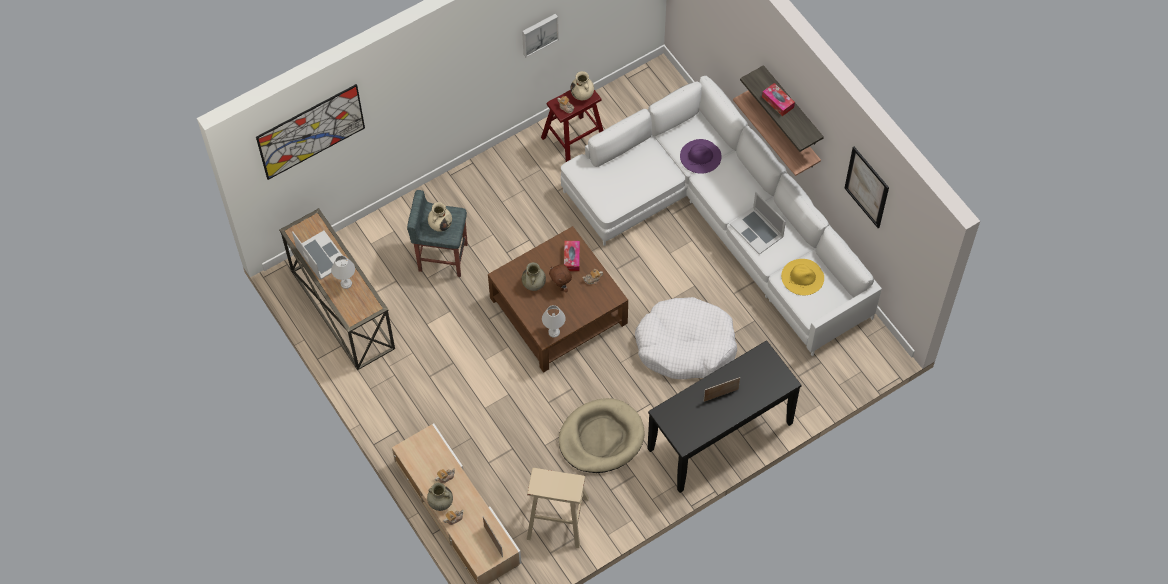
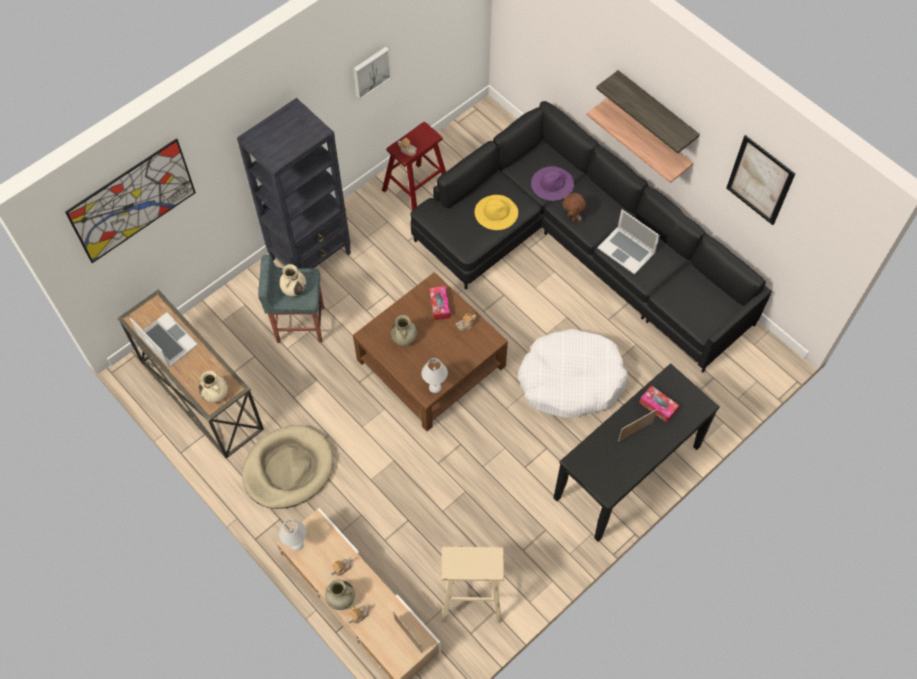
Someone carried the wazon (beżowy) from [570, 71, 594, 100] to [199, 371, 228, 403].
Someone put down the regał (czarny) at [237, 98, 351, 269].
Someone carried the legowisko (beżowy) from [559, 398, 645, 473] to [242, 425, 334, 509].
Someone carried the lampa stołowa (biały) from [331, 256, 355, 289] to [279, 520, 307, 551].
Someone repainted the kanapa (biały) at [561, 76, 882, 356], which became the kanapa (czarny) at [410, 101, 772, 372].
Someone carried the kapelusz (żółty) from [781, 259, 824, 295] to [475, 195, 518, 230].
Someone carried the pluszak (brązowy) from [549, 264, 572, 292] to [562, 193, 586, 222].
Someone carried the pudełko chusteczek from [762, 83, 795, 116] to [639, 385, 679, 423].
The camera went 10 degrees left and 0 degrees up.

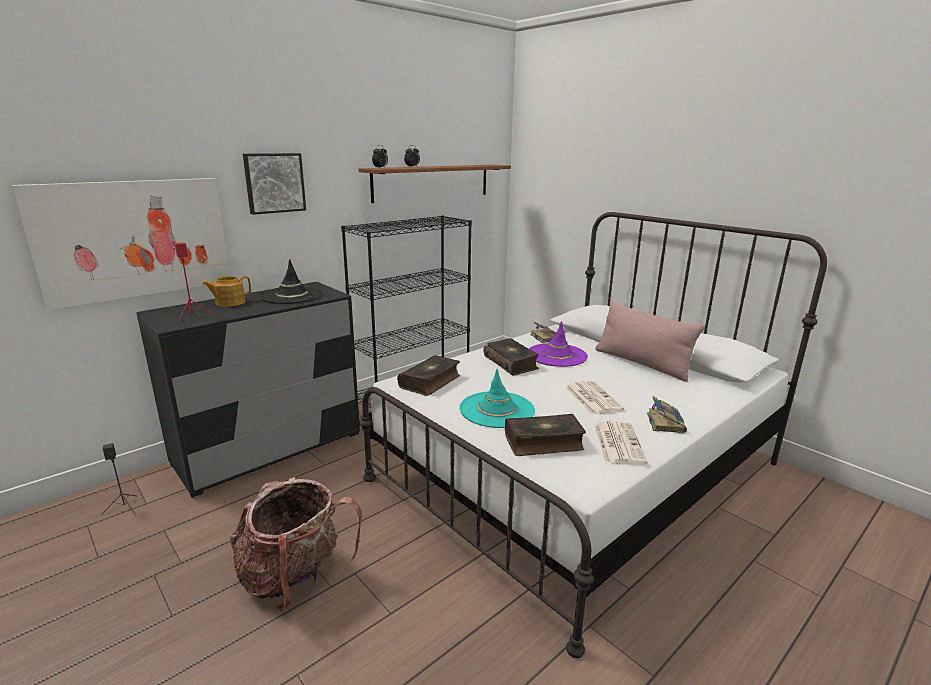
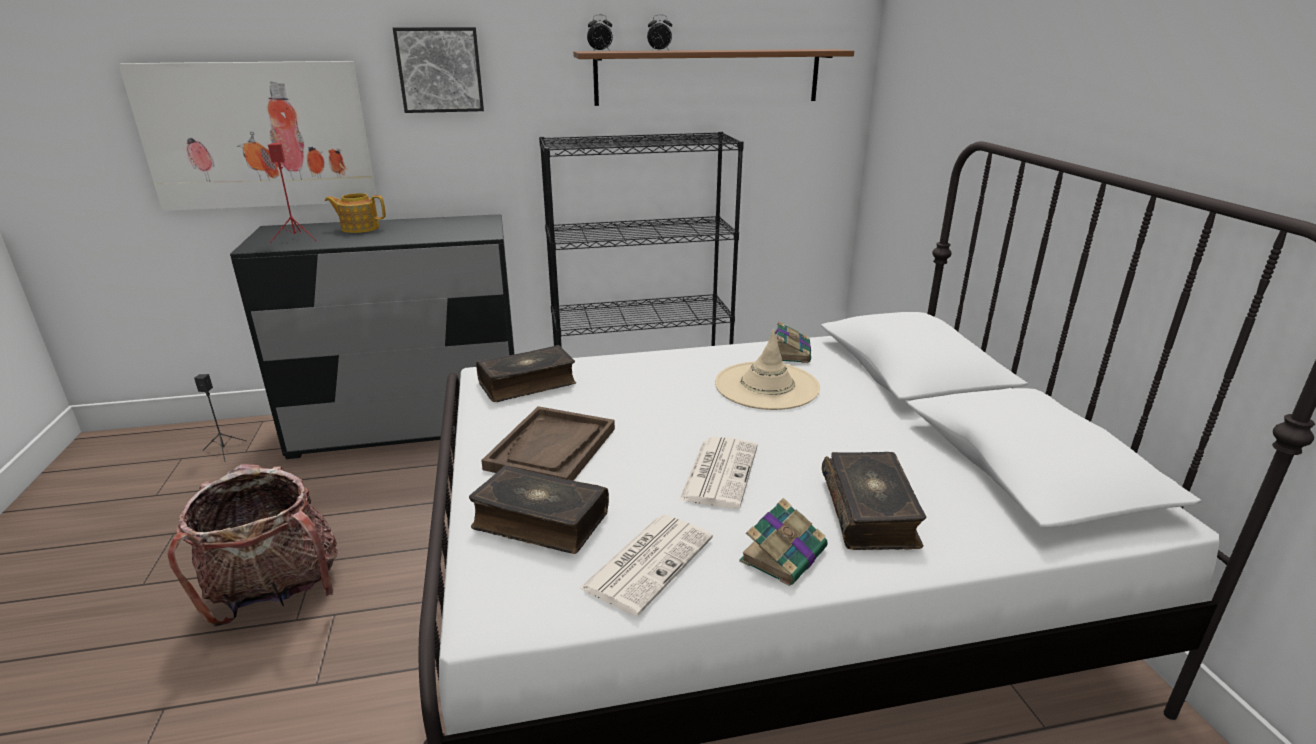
Someone swapped the kapelusz (turkusowy) at [459, 369, 535, 428] for the taca (brązowy) at [481, 406, 615, 481].
Someone repainted the kapelusz (fioletowy) at [529, 321, 588, 367], which became the kapelusz (beżowy) at [715, 329, 820, 410].
Someone carried the książka from [484, 338, 539, 375] to [822, 452, 926, 550].
Someone took away the kapelusz (czarny) at [259, 259, 323, 304].
Someone took away the poduszka (różowy) at [595, 300, 705, 382].
The camera went 30 degrees right and 5 degrees up.

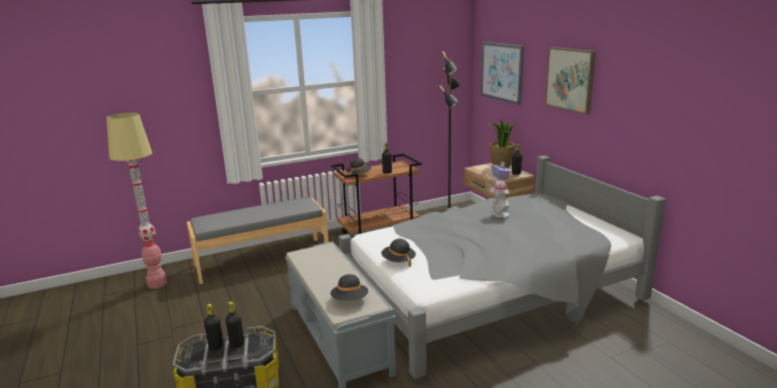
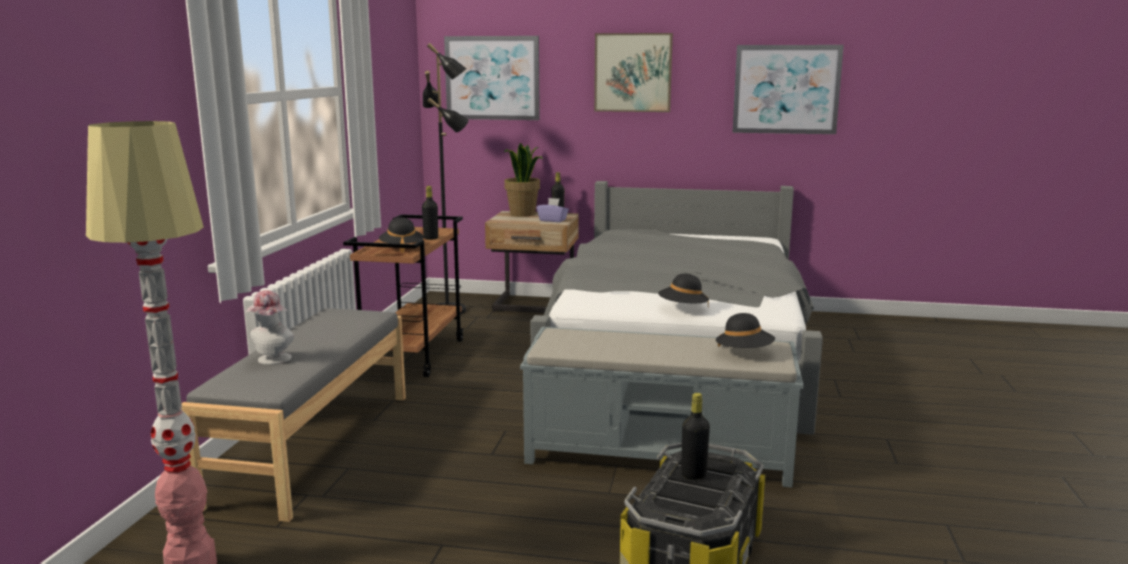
Someone carried the kapelusz from [489, 181, 510, 218] to [246, 290, 294, 365].
Someone put up the obraz at [732, 45, 844, 134].
Someone took away the butelka (czarny) at [204, 304, 224, 350].
The camera went 55 degrees left and 5 degrees down.

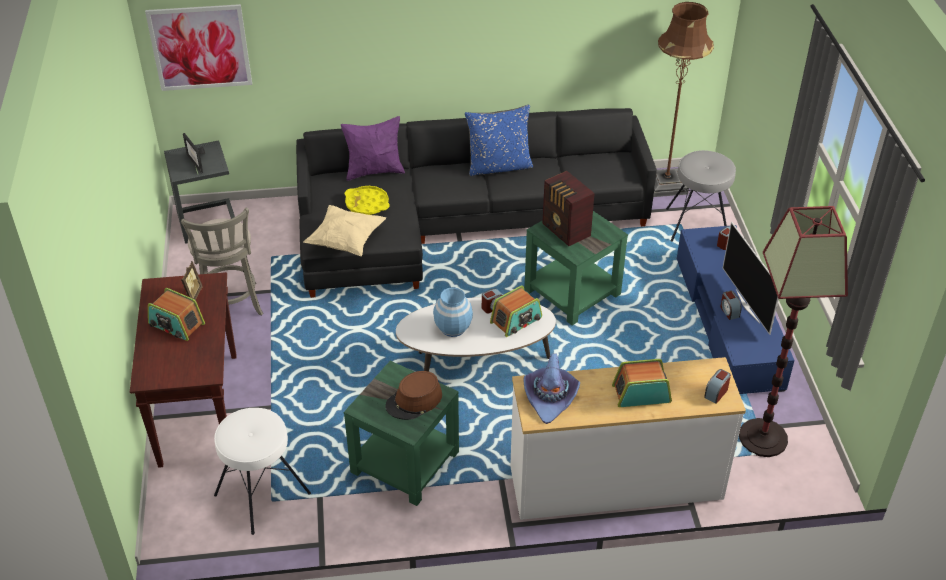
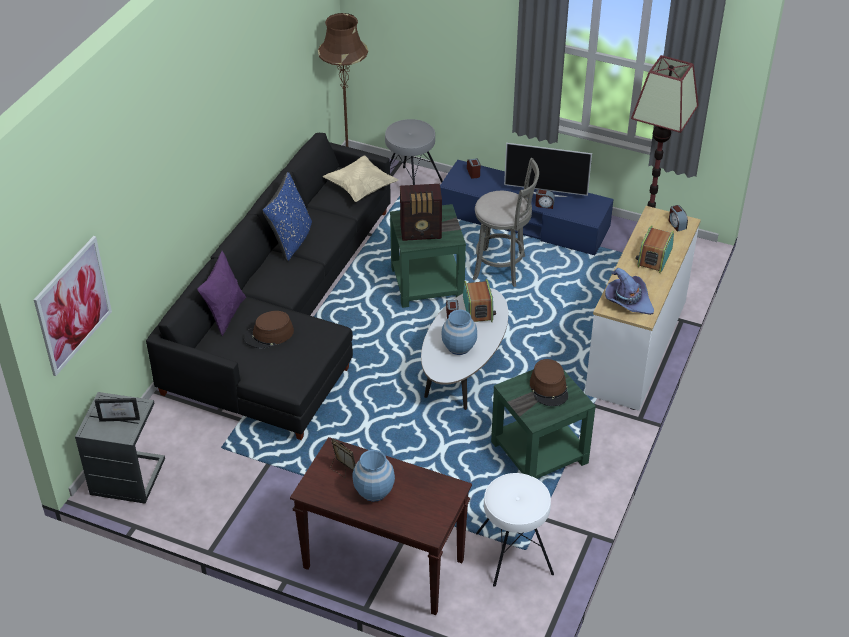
Someone swapped the taca (żółty) at [345, 186, 390, 215] for the kapelusz (brązowy) at [243, 311, 294, 348].
Someone carried the poduszka (beżowy) from [303, 205, 386, 257] to [323, 156, 398, 202].
Someone swapped the radio at [148, 288, 205, 341] for the wazon (niebieski) at [352, 450, 395, 502].
Someone carried the stołek (szary) from [181, 208, 263, 316] to [473, 158, 539, 287].
The camera went 60 degrees left and 0 degrees up.

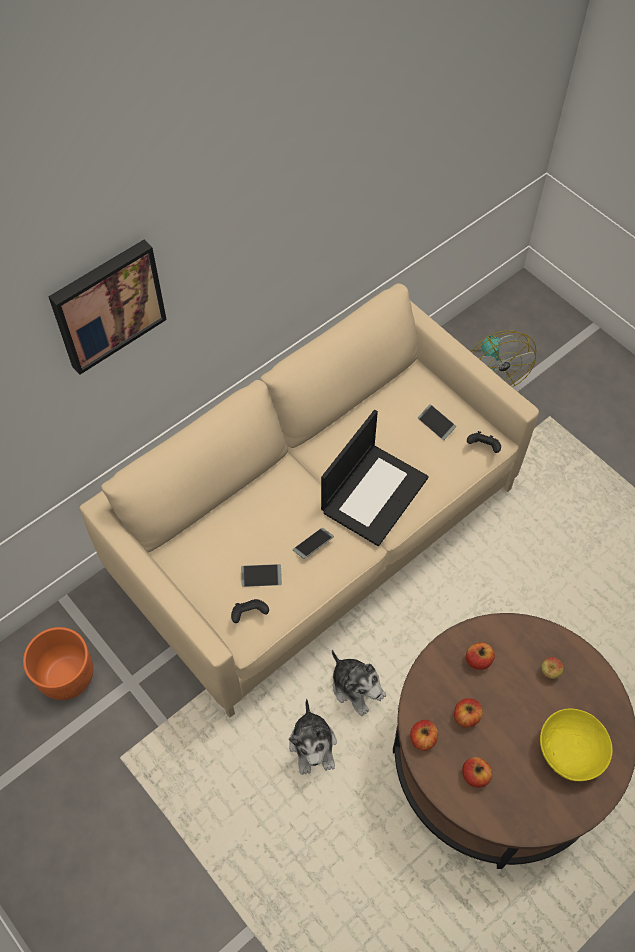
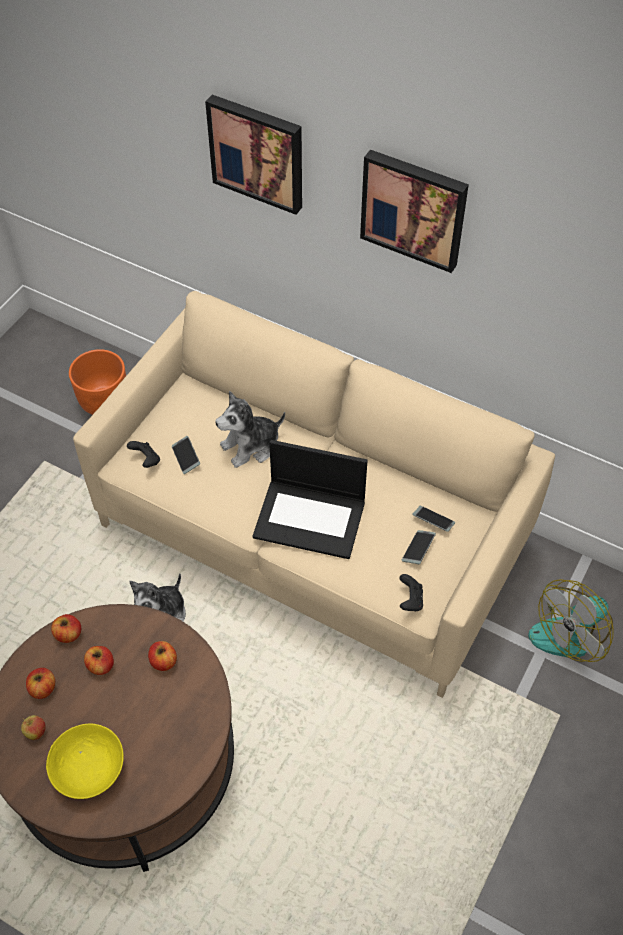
Someone carried the jabłko from [541, 657, 564, 679] to [21, 715, 45, 740].
Someone carried the pluszak from [289, 699, 337, 775] to [215, 391, 285, 468].
Someone put up the obraz at [360, 150, 469, 273].
Someone carried the telefon from [293, 528, 334, 559] to [412, 506, 455, 532].
The camera went 70 degrees right and 5 degrees down.

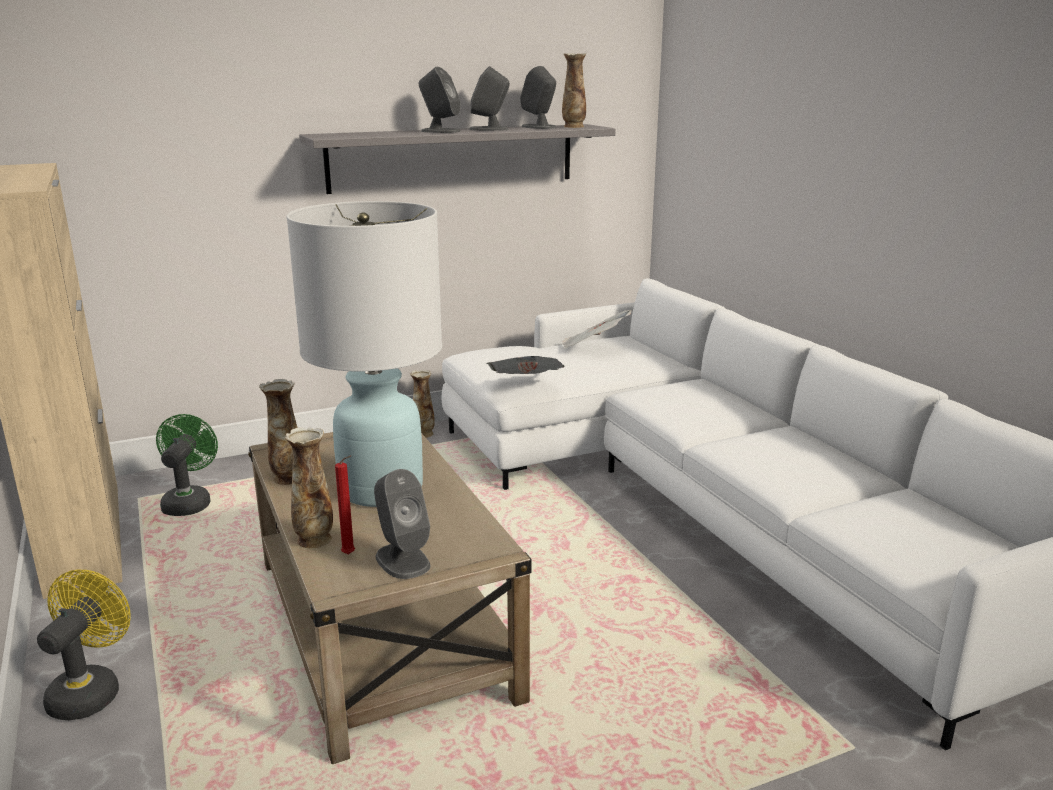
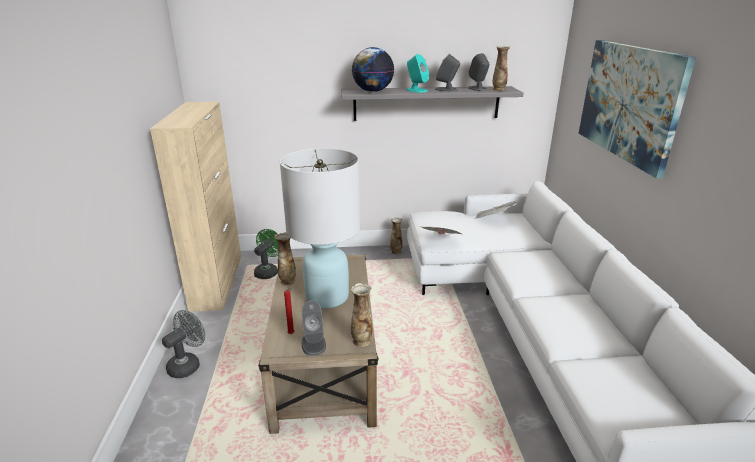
Someone repainted the wentylator (żółty) at [37, 570, 131, 720], which became the wentylator (szary) at [162, 310, 205, 378].
Someone carried the wazon from [285, 427, 333, 548] to [351, 283, 372, 347].
Someone put down the globus at [352, 47, 394, 92].
Someone repainted the głośnik (szary) at [419, 67, 461, 133], which became the głośnik (turkusowy) at [406, 54, 429, 93].
Someone put up the obraz at [579, 40, 696, 178].
The camera went 20 degrees right and 5 degrees up.

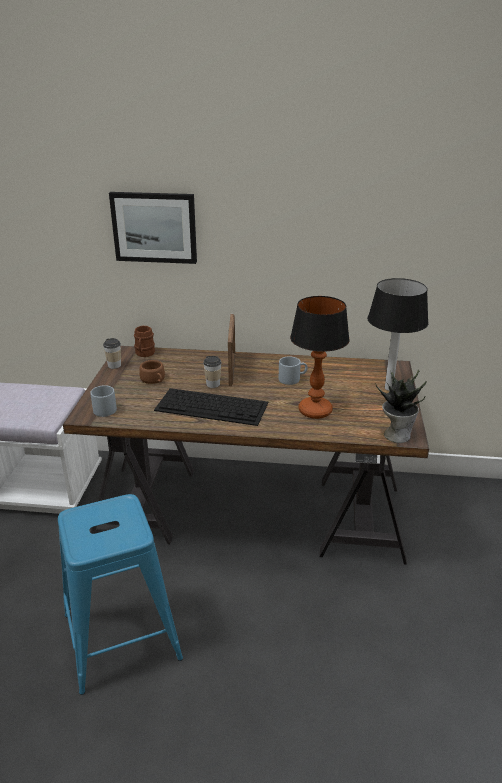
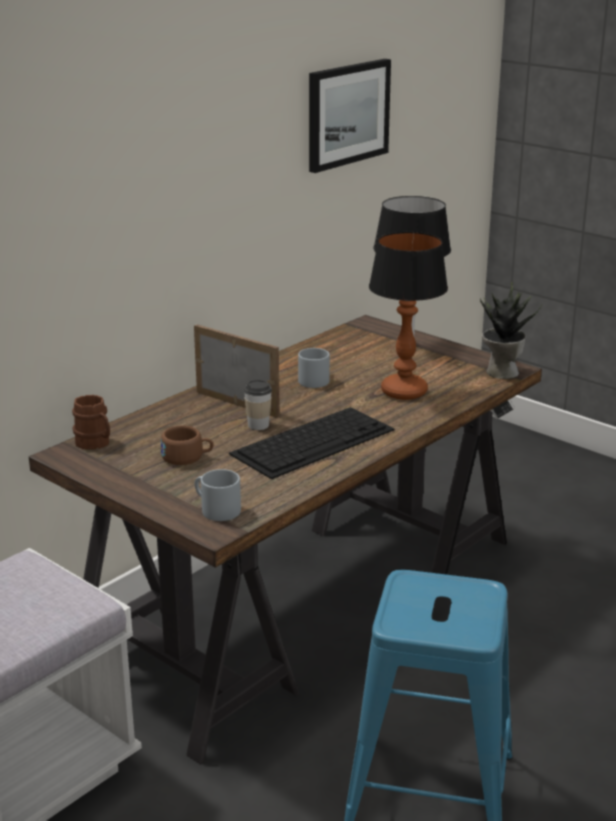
Someone carried the obraz from [109, 192, 197, 264] to [309, 59, 391, 173].
Someone took away the filiżanka at [103, 338, 121, 369].
The camera went 55 degrees left and 5 degrees down.

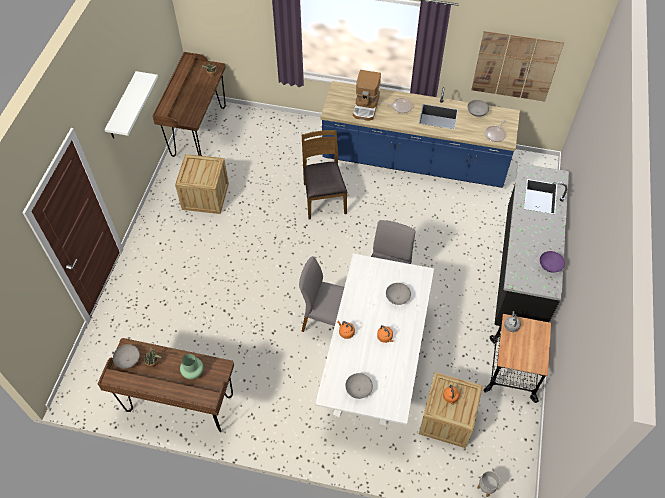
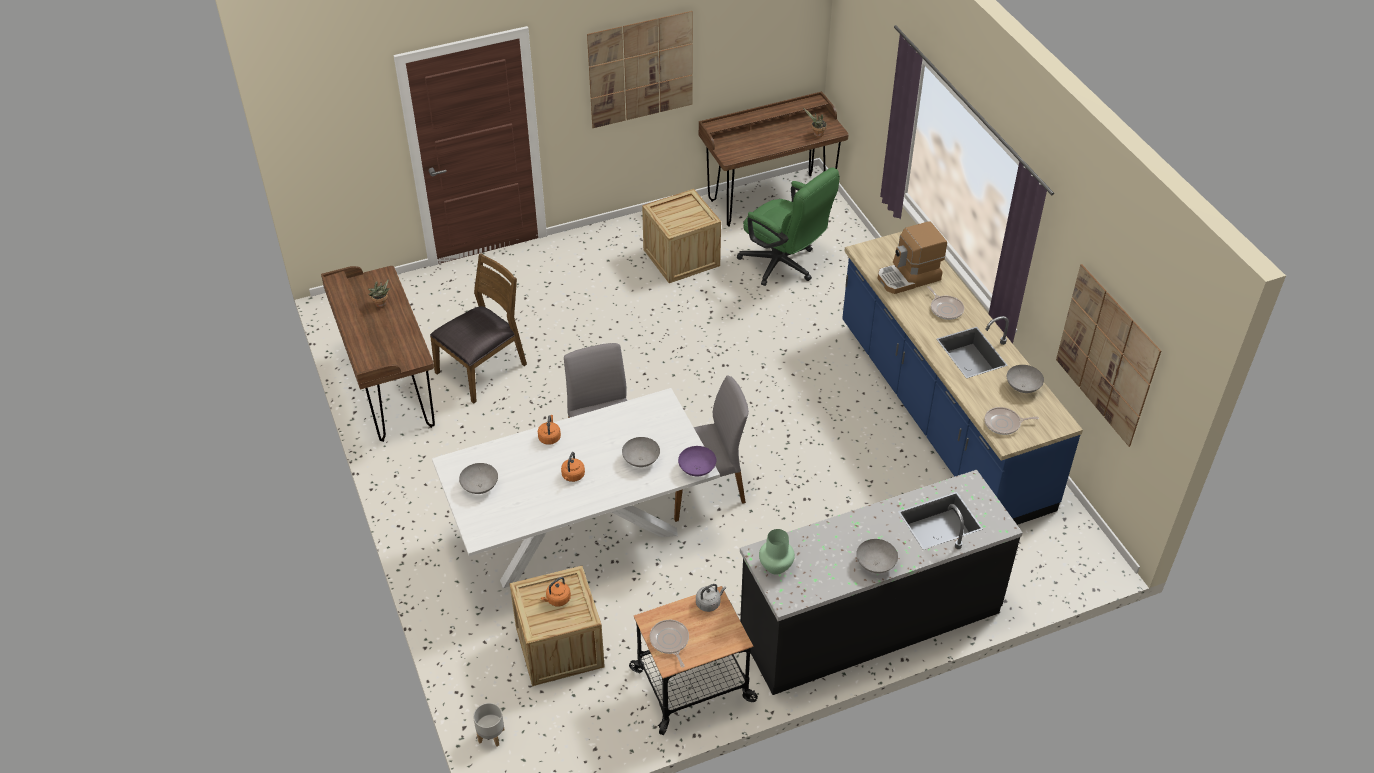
Someone carried the krzesło (brązowy) from [302, 130, 348, 219] to [430, 253, 527, 404].
Someone swapped the półka (biały) at [105, 71, 158, 139] for the obraz at [587, 11, 693, 128].
Someone put down the patelnia at [650, 620, 689, 667].
Someone carried the miska (fioletowy) from [540, 251, 565, 273] to [678, 446, 716, 476].
Someone put down the krzesło biurowe (zielony) at [737, 168, 840, 286].
Someone carried the wazon (zielony) from [180, 354, 203, 380] to [759, 529, 795, 575].
Someone carried the miska (szary) from [113, 344, 140, 369] to [856, 539, 898, 573].
The camera went 55 degrees right and 10 degrees down.

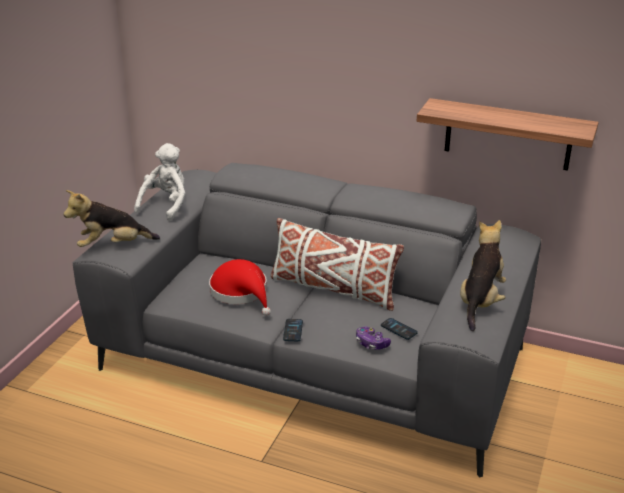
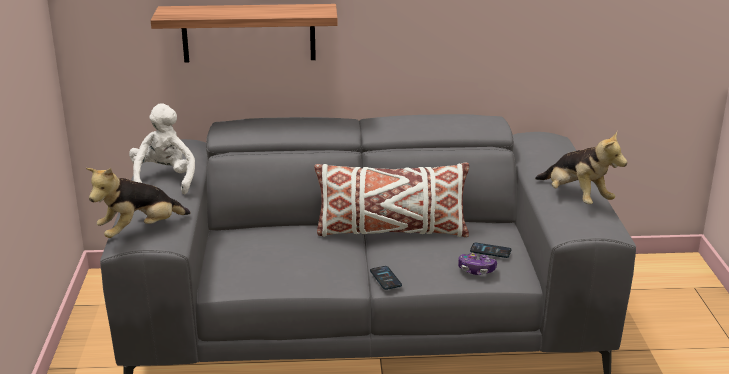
Someone carried the półka from [417, 98, 599, 171] to [151, 4, 338, 62].
Someone rotated the pluszak at [460, 220, 506, 331] by 150 degrees clockwise.
Someone took away the kapelusz (czerwony) at [209, 259, 271, 316].
The camera went 25 degrees left and 5 degrees down.

